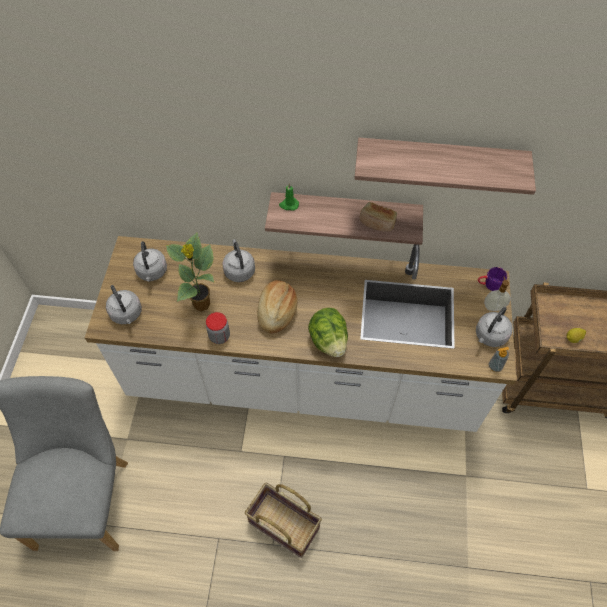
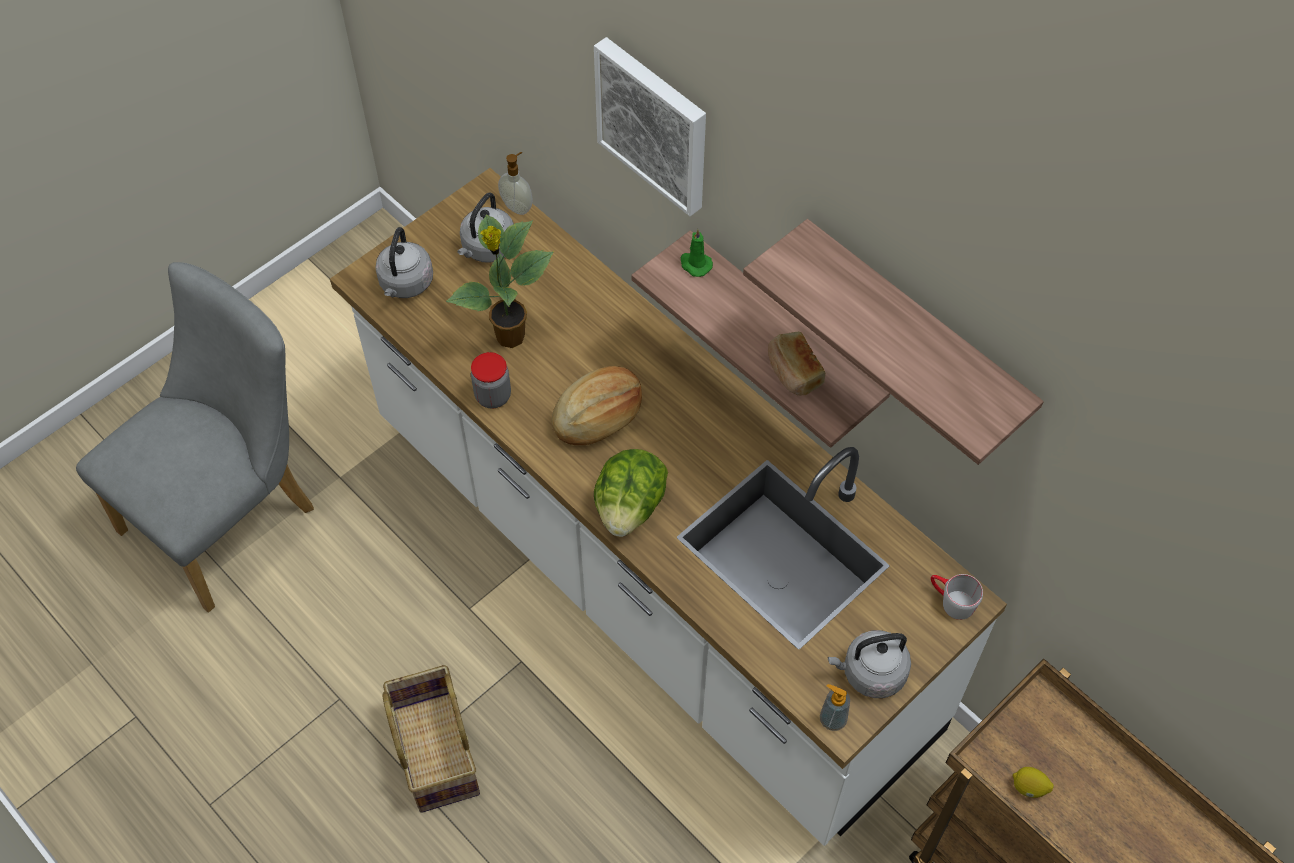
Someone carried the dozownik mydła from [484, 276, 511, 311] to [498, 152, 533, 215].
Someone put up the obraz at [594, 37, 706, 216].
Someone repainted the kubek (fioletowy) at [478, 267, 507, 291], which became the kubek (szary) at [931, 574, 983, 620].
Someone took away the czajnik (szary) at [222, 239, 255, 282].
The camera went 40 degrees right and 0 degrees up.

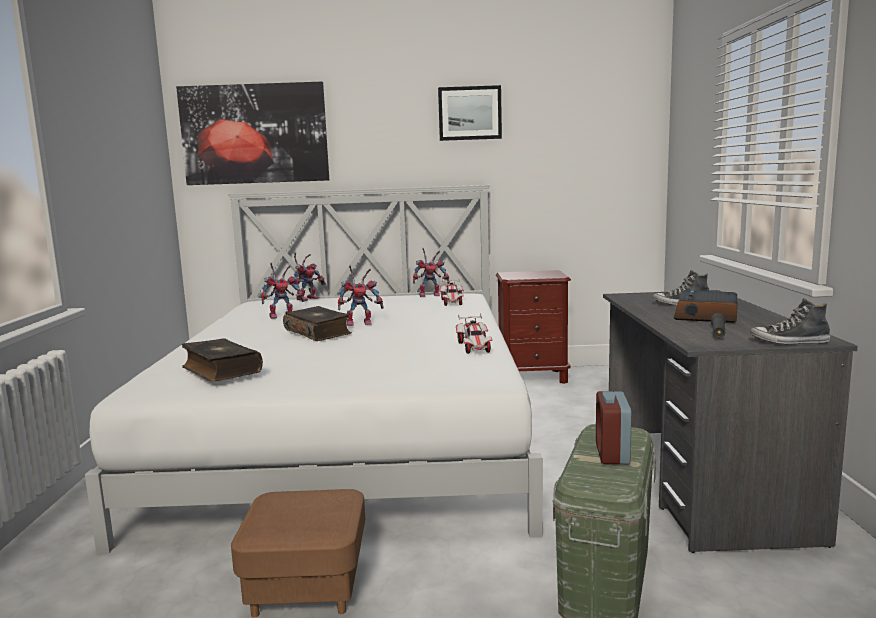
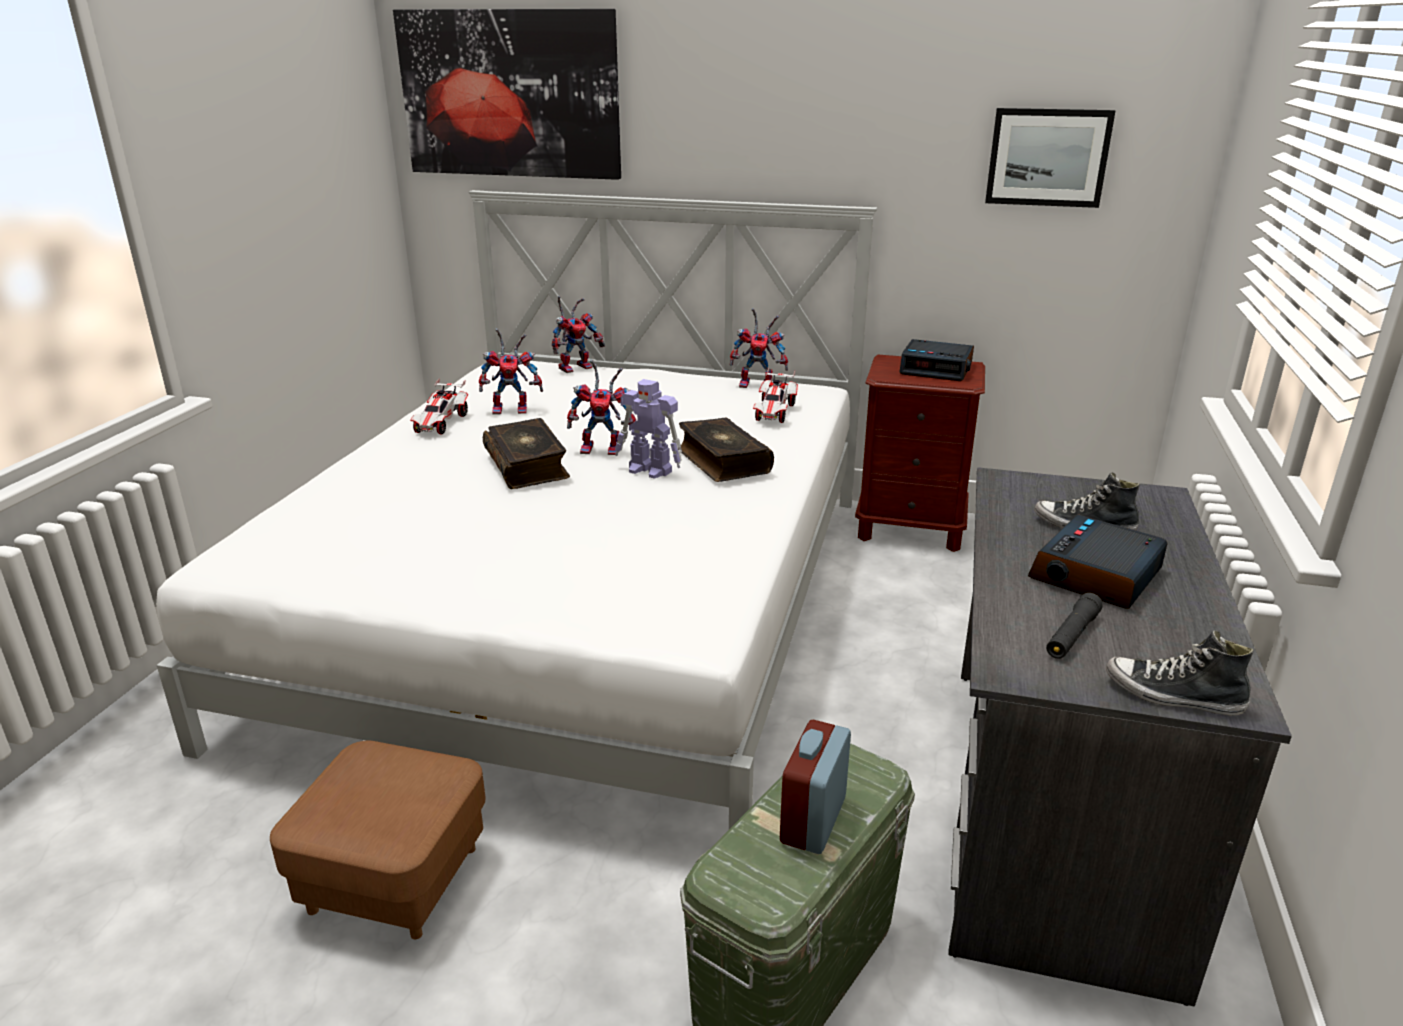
Someone carried the samochodzik from [456, 313, 492, 354] to [410, 378, 468, 435].
Someone put down the robot zabawkowy at [615, 379, 682, 479].
Someone carried the książka from [182, 338, 263, 382] to [678, 418, 774, 482].
Someone put down the budzik at [899, 339, 974, 381].
Someone carried the obraz from [438, 85, 502, 141] to [985, 108, 1115, 208].
The camera went 15 degrees right and 15 degrees up.

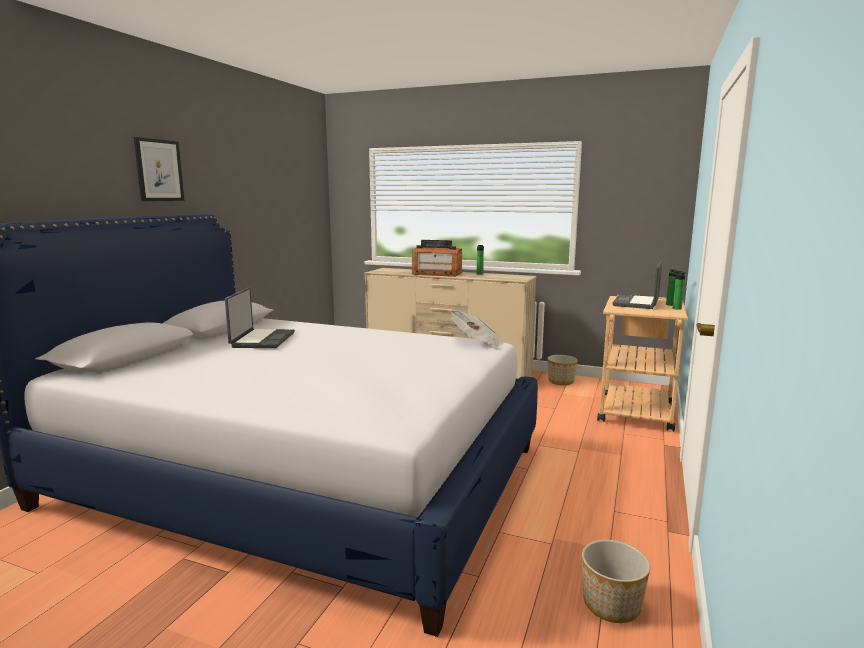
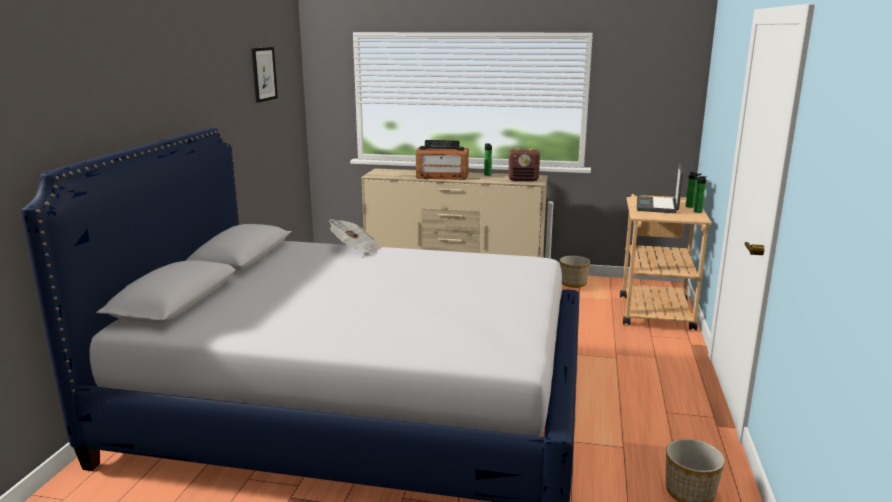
Someone carried the obraz from [134, 137, 184, 201] to [251, 47, 278, 103].
Someone carried the gazeta from [451, 310, 500, 347] to [329, 219, 379, 254].
Someone put down the radio at [508, 148, 540, 181].
Someone took away the laptop at [225, 288, 295, 348].
The camera went 10 degrees left and 5 degrees up.

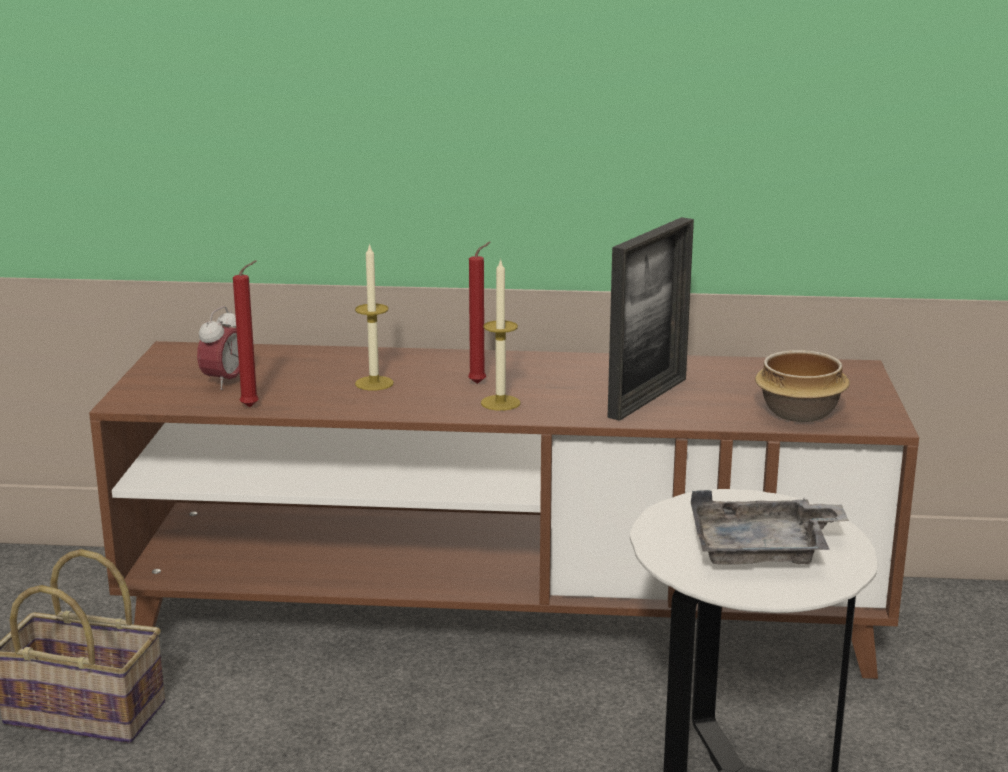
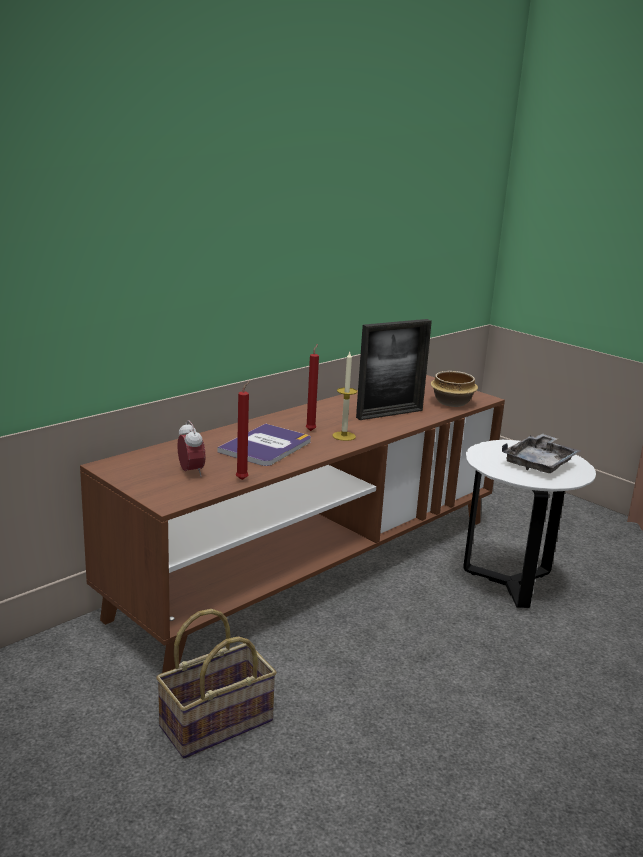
Someone swapped the świeca at [355, 243, 394, 390] for the książka at [217, 424, 311, 466].
Someone rotated the ramka na zdjęcie at [607, 217, 694, 421] by 75 degrees clockwise.
The camera went 50 degrees left and 0 degrees up.

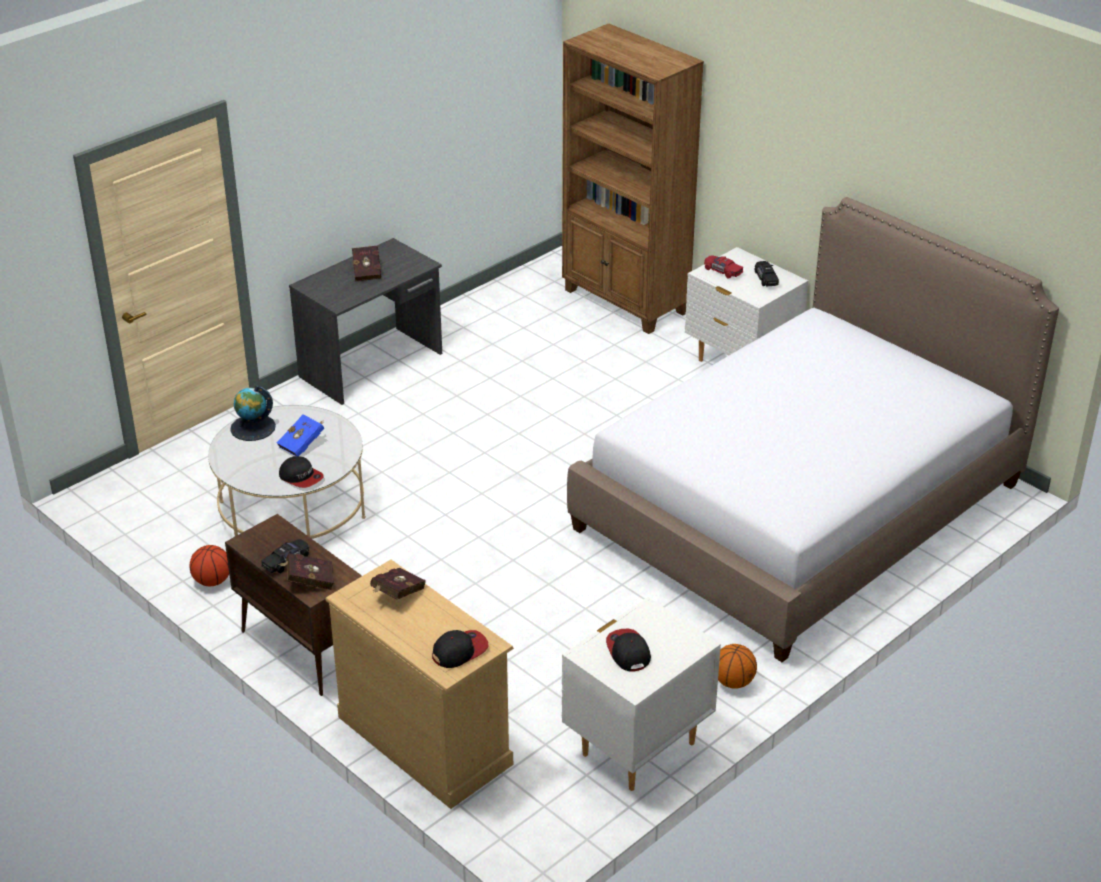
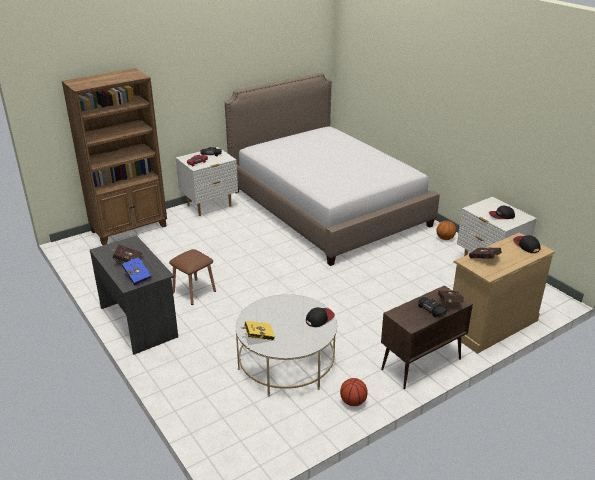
Someone carried the książka (niebieski) from [277, 414, 324, 456] to [122, 257, 151, 286].
Someone put down the stołek (brązowy) at [169, 249, 216, 305].
Someone swapped the globus at [230, 386, 276, 441] for the książka (żółty) at [242, 321, 275, 341].
The camera went 80 degrees left and 5 degrees down.

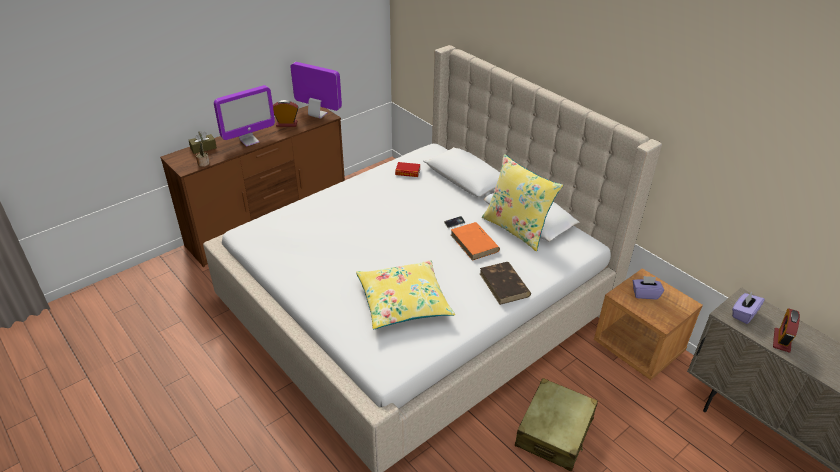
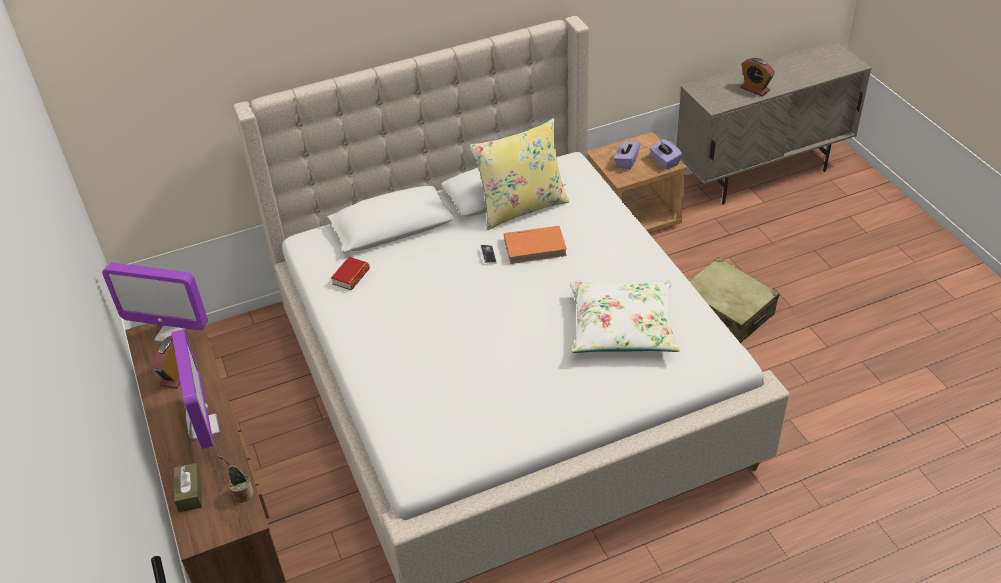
Someone rotated the monitor at [290, 62, 342, 118] by 120 degrees counterclockwise.
Someone repainted the poduszka (żółty) at [356, 260, 455, 329], which became the poduszka (biały) at [570, 281, 680, 353].
Someone carried the pudełko chusteczek (fioletowy) from [732, 292, 765, 324] to [650, 139, 682, 169].
Someone took away the książka (brązowy) at [480, 262, 531, 305].
The camera went 70 degrees left and 5 degrees up.

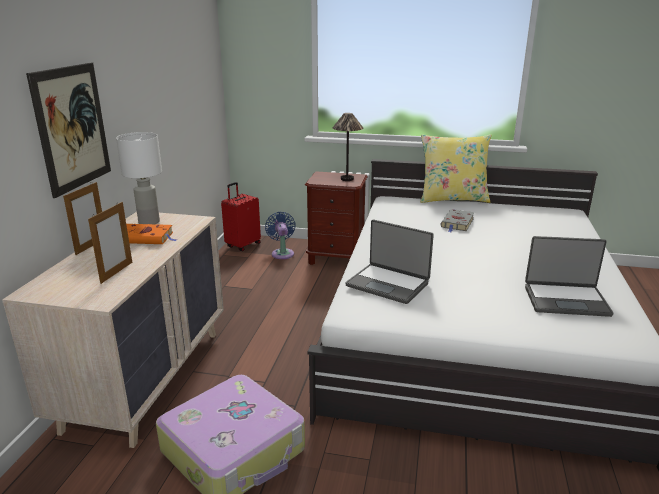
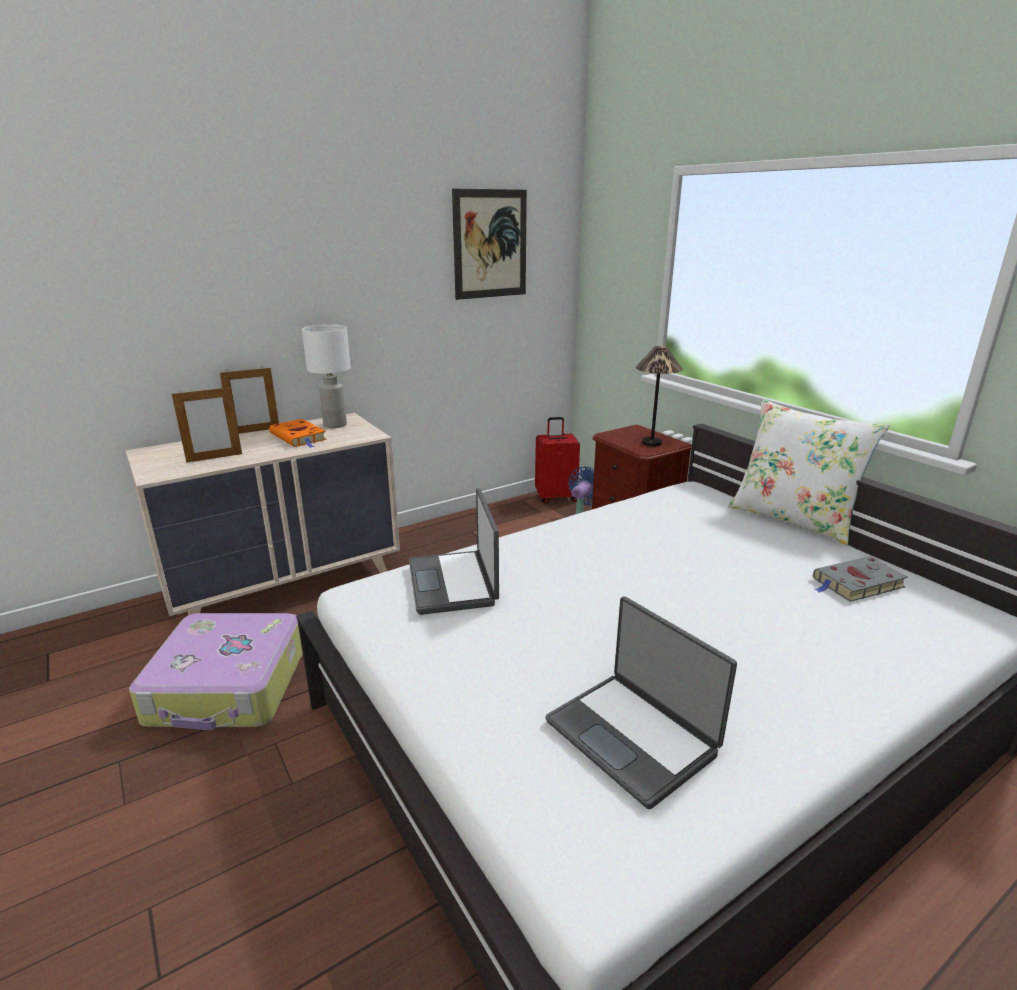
Someone carried the obraz from [26, 62, 111, 198] to [452, 188, 527, 300].
Someone repainted the poduszka (żółty) at [420, 134, 491, 203], which became the poduszka (biały) at [728, 399, 890, 545].
Someone carried the książka (szary) from [441, 209, 475, 232] to [813, 556, 908, 602].
The camera went 45 degrees right and 0 degrees up.

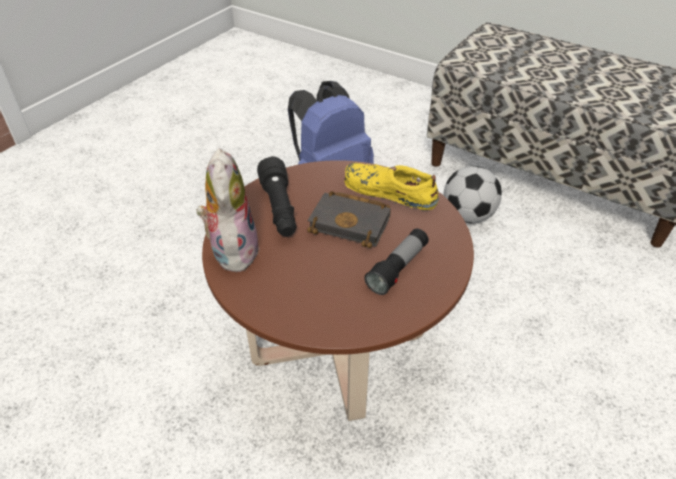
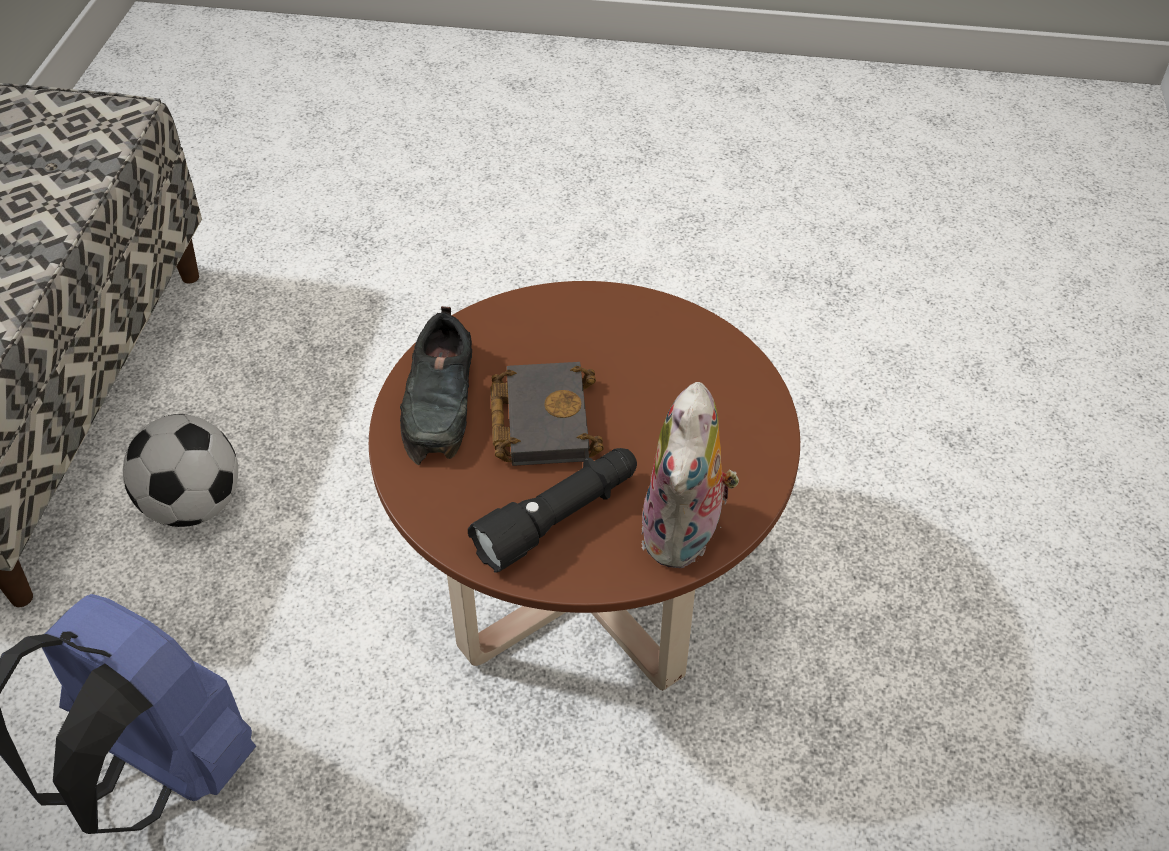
Someone repainted the but (żółty) at [345, 163, 439, 210], which became the but (czarny) at [400, 306, 472, 465].
Someone rotated the pluszak at [197, 149, 260, 272] by 45 degrees counterclockwise.
Someone took away the latarka at [364, 229, 429, 295].
The camera went 115 degrees left and 5 degrees up.

